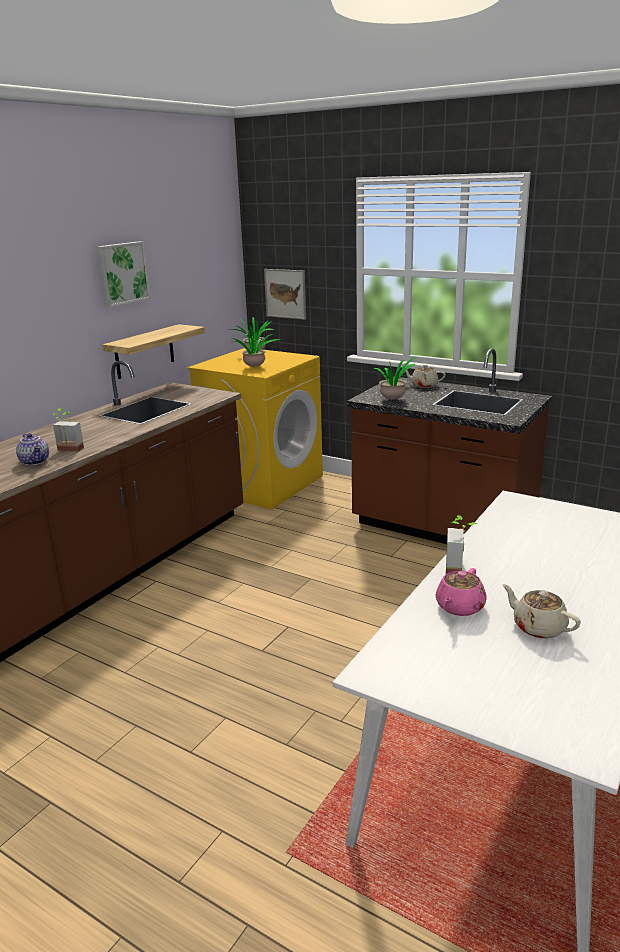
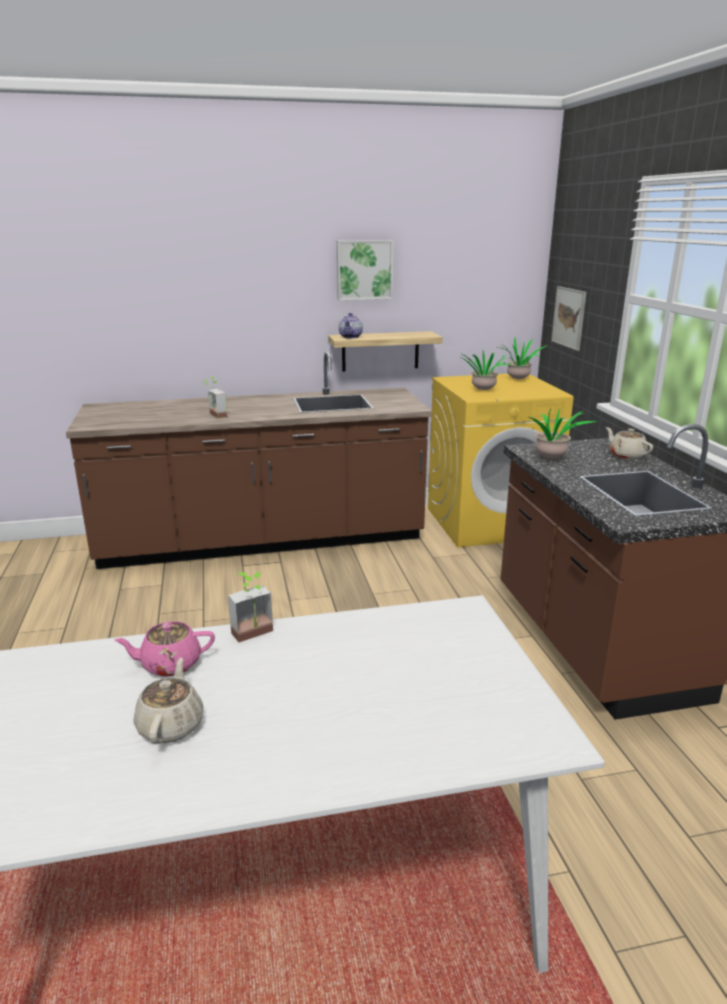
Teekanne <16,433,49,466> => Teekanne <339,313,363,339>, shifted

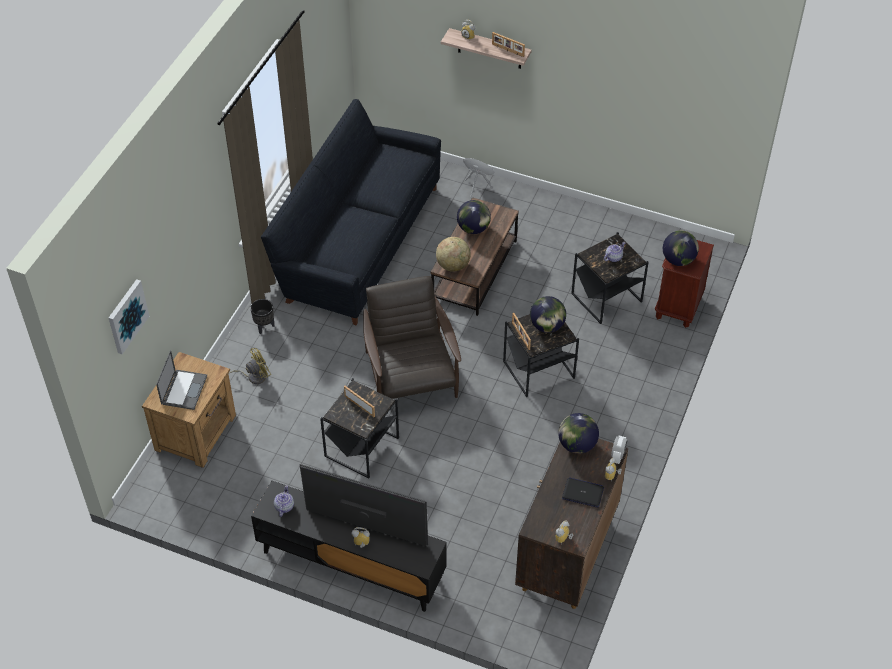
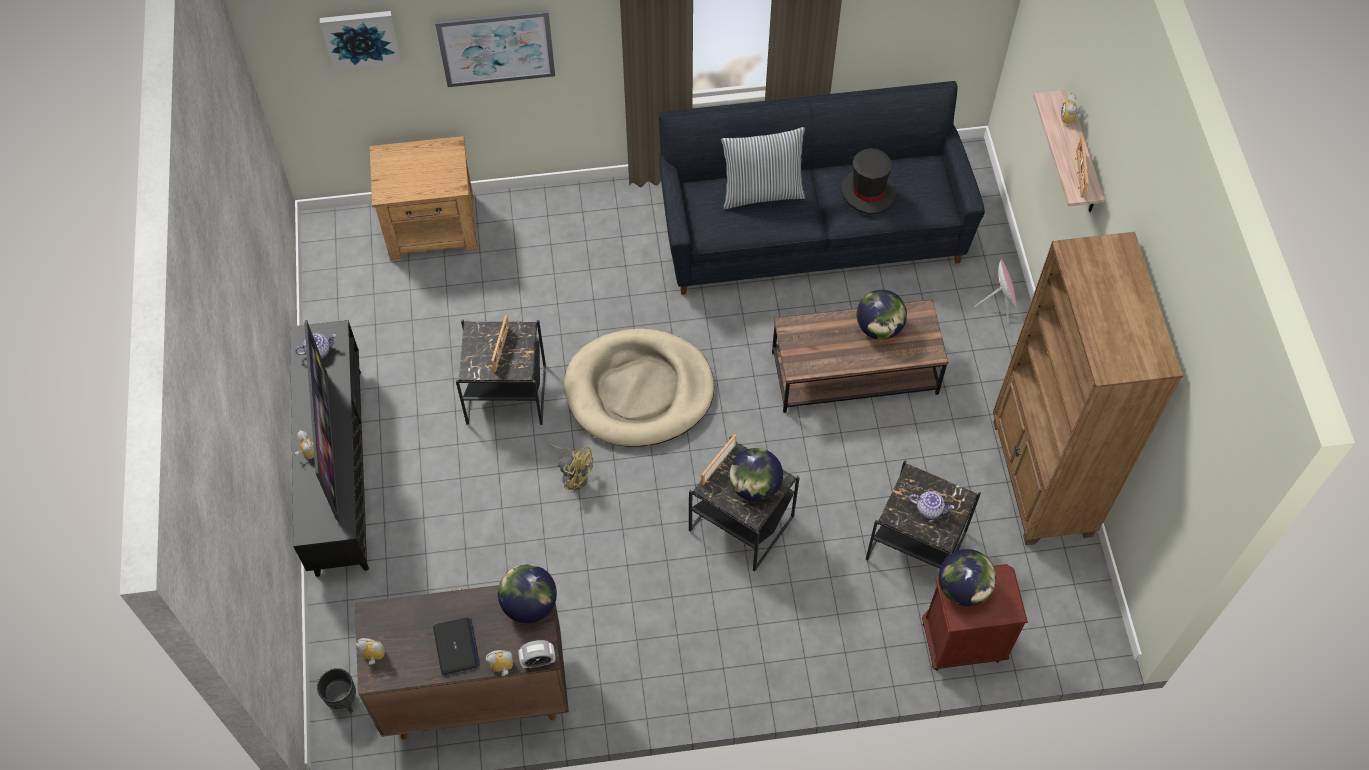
Laptop <156,350,207,410> => nothing
Globus <436,237,471,272> => nothing
nothing => Bild <435,10,555,87>
nothing => Kissen <721,127,805,209>
nothing => Hut [schwarz] <841,148,897,215>
nothing => Bücherregal [braun] <993,232,1183,545>
Ventilator [gelb] <228,348,271,384> => Ventilator [gelb] <549,441,593,493>, shifted
Pflanzkübel [schwarz] <250,299,274,334> => Pflanzkübel [schwarz] <317,668,356,713>, shifted
Sessel [braun] <363,276,461,399> => Hundebett [beige] <564,329,714,447>

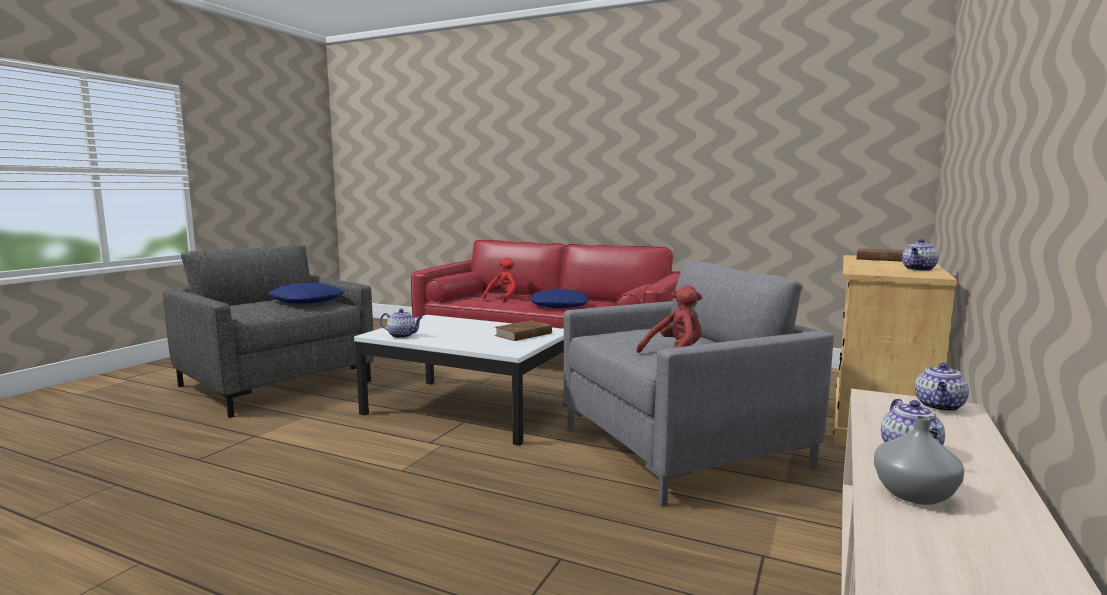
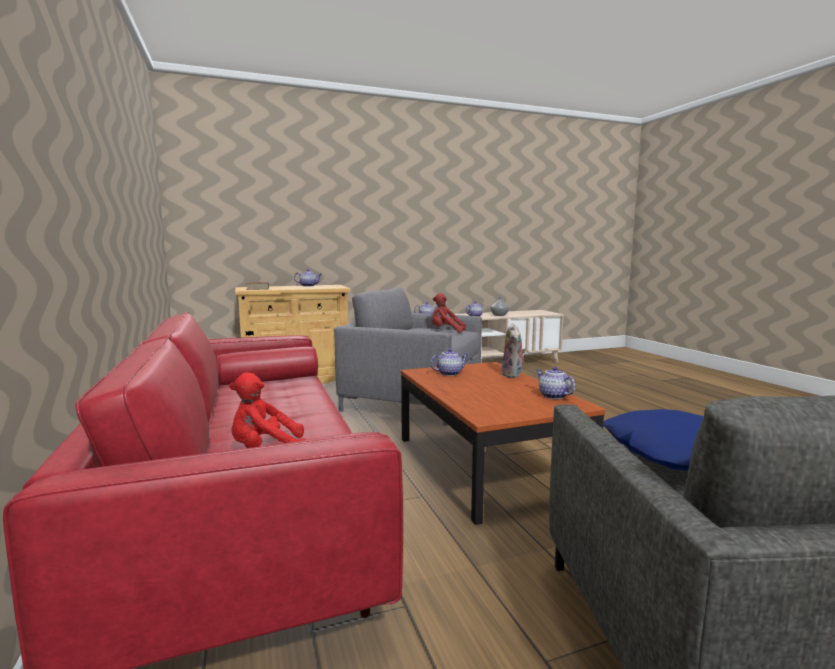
Kissen [blau] <531,289,588,308> => nothing
nothing => Plüschtier <501,323,526,378>
Buch [braun] <495,320,553,341> => Teekanne <430,349,468,376>
Couchtisch [weiß] <354,315,566,446> => Couchtisch [braun] <401,362,605,525>

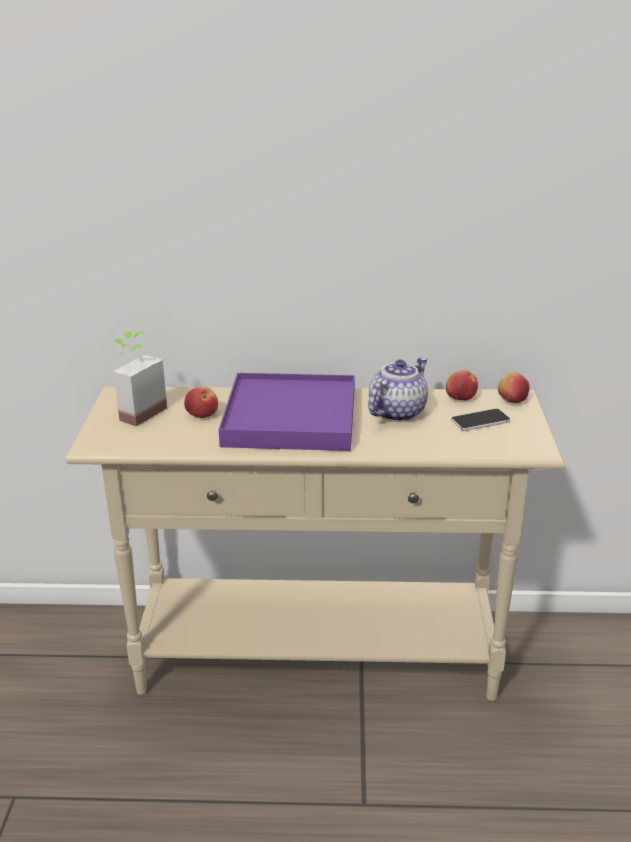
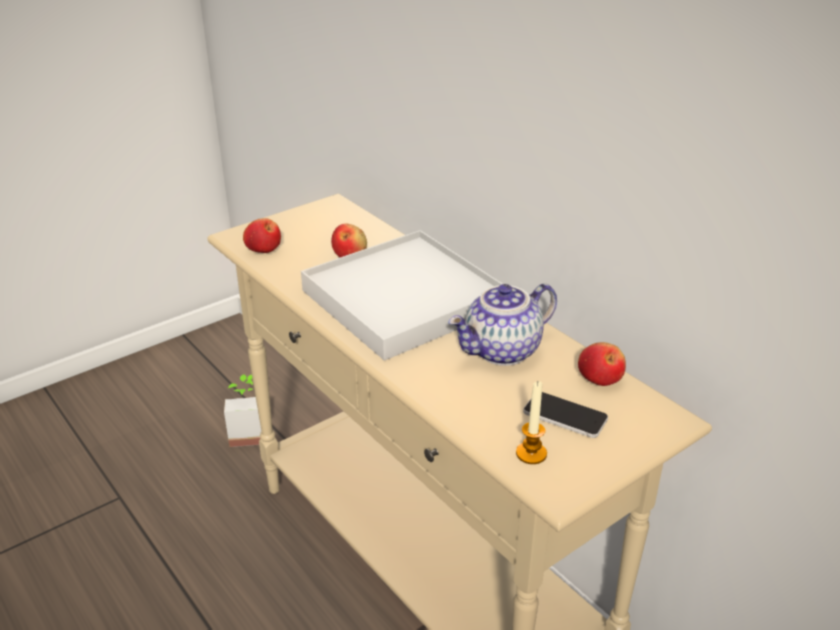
nothing => Kerze <516,381,547,464>
Topfpflanze <113,331,167,427> => Topfpflanze <224,374,261,447>, shifted
Apfel <498,372,530,403> => Apfel <243,218,281,253>, shifted
Tablett [lila] <219,373,355,451> => Tablett [weiß] <301,230,503,361>
Teekanne <368,358,428,422> => Teekanne <448,283,557,366>, 150 degrees clockwise

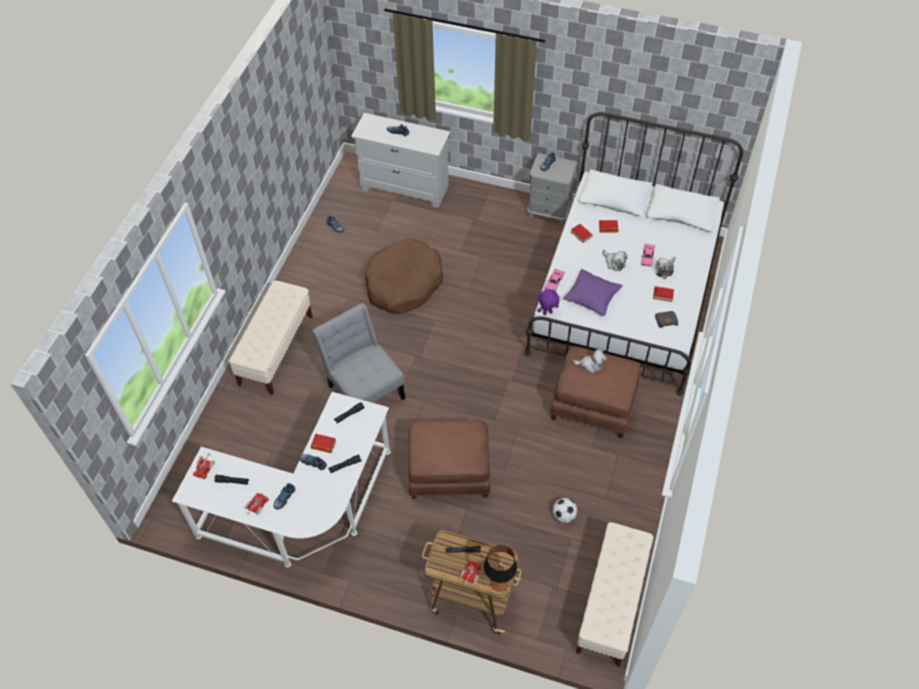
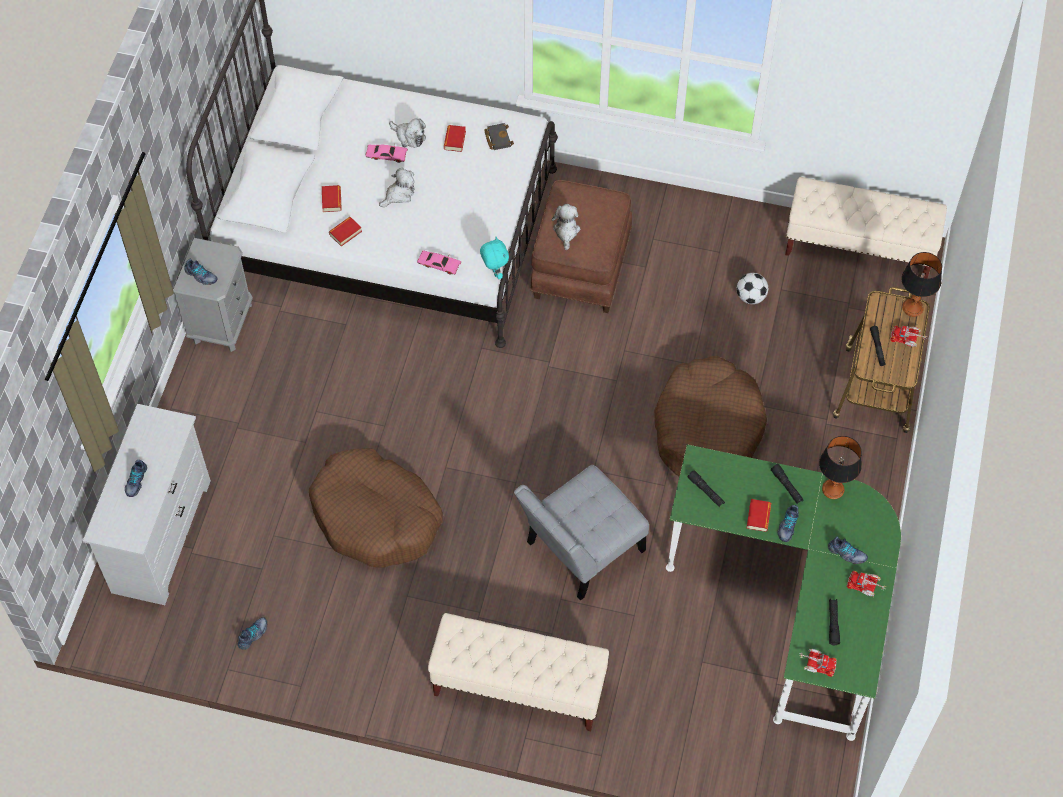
Kissen [lila] <563,269,623,316> => nothing
nothing => Tischlampe <819,436,862,499>
Polsterhocker [braun] <409,420,491,499> => Hundebett [braun] <654,356,767,476>
Schreibtisch [weiß] <172,392,391,567> => Schreibtisch [grün] <666,444,901,741>
Plüschtier [lila] <537,289,560,315> => Plüschtier [türkis] <480,237,509,279>

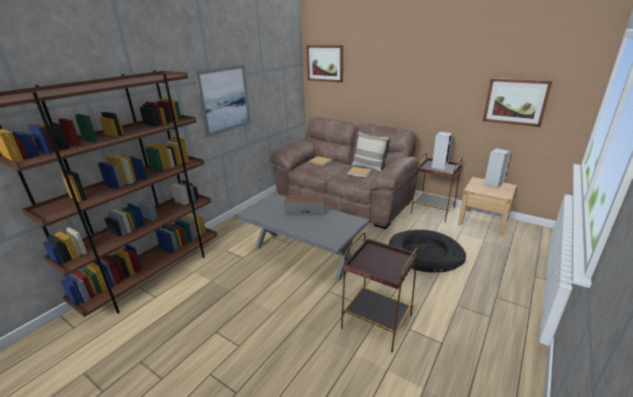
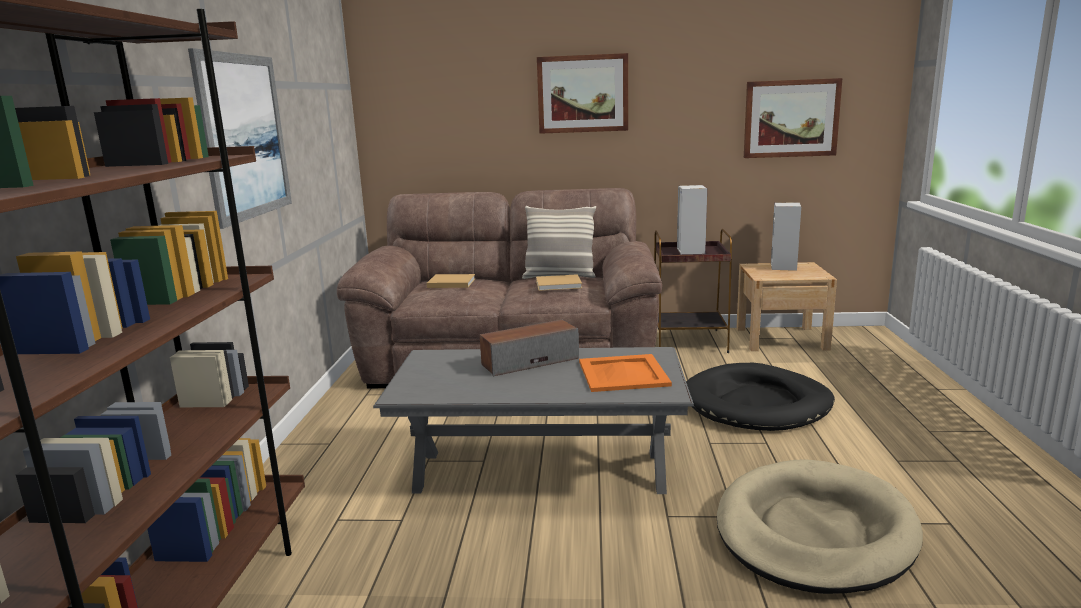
nothing => Tablett [orange] <579,354,672,392>
Bild <307,45,343,83> => Bild <537,53,628,134>, shifted
Beistelltisch [braun] <341,232,418,352> => Hundebett [beige] <717,459,923,594>

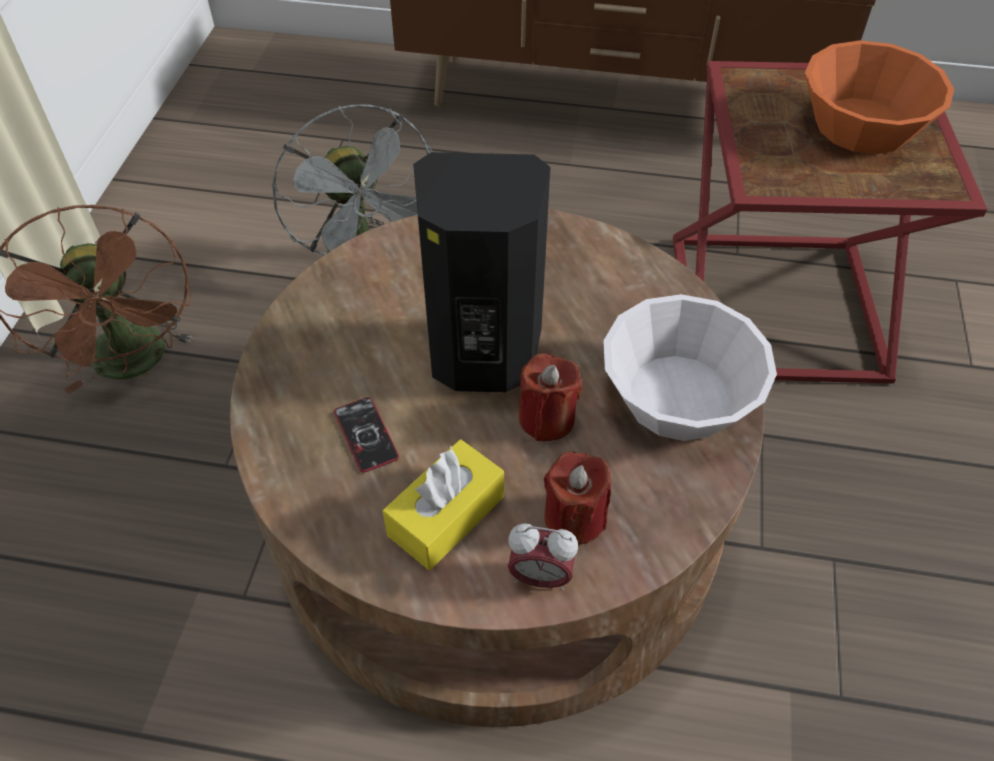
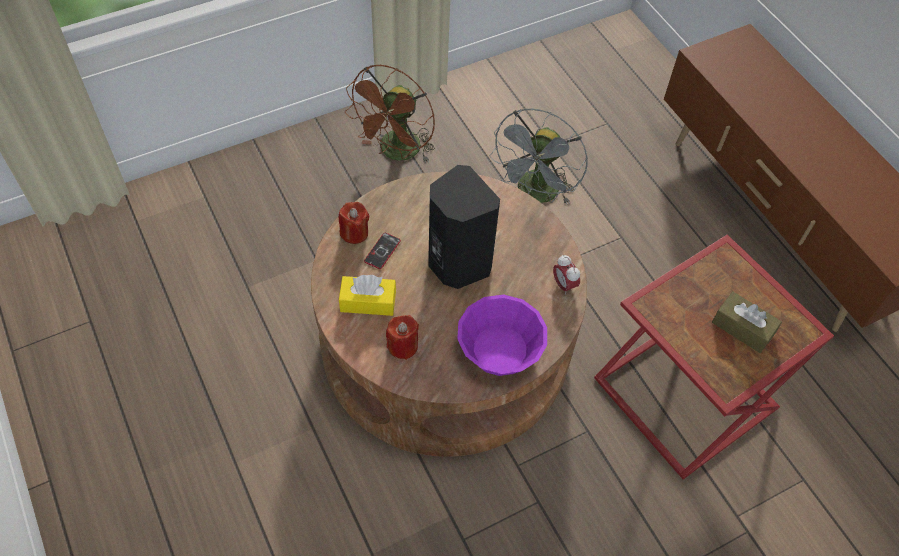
Wecker <508,523,578,591> => Wecker <553,255,580,295>, shifted
Kerze [rot] <519,353,582,441> => Kerze [rot] <339,202,370,244>, shifted
Schüssel [orange] <805,40,954,154> => Taschentuchbox [braun] <712,291,782,353>
Schüssel [weiß] <603,294,777,441> => Schüssel [lila] <457,295,547,376>

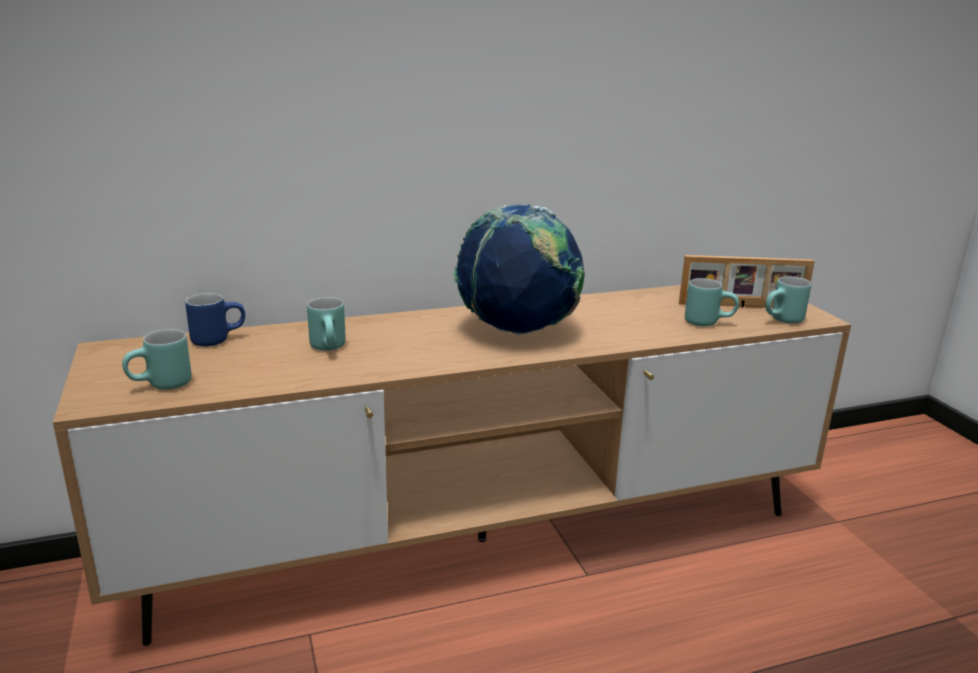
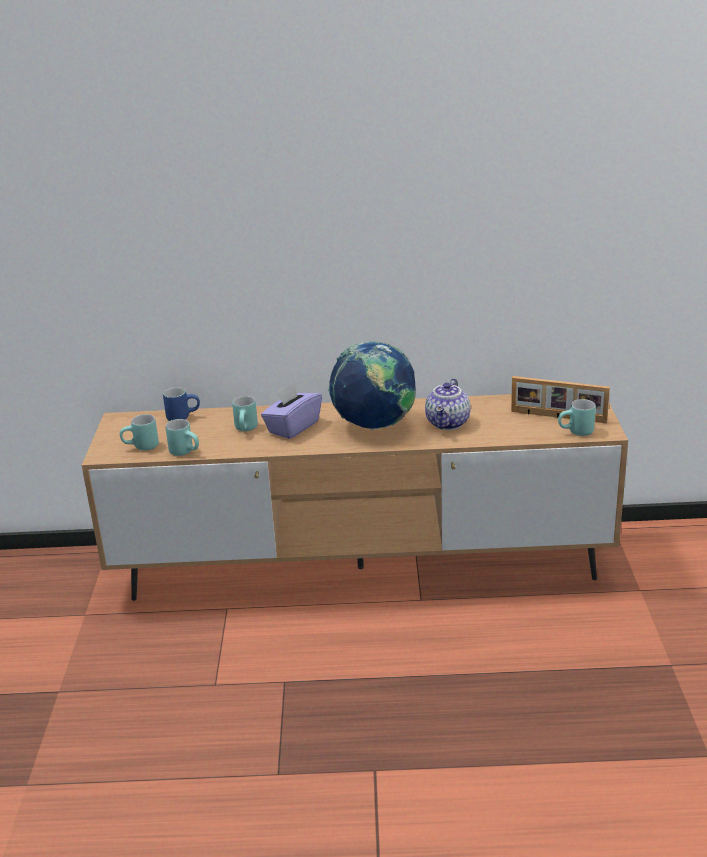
nothing => Taschentuchbox [lila] <261,382,322,439>
nothing => Teekanne <425,378,470,430>
Henkelbecher [türkis] <685,278,739,326> => Henkelbecher [türkis] <165,419,199,456>, shifted

